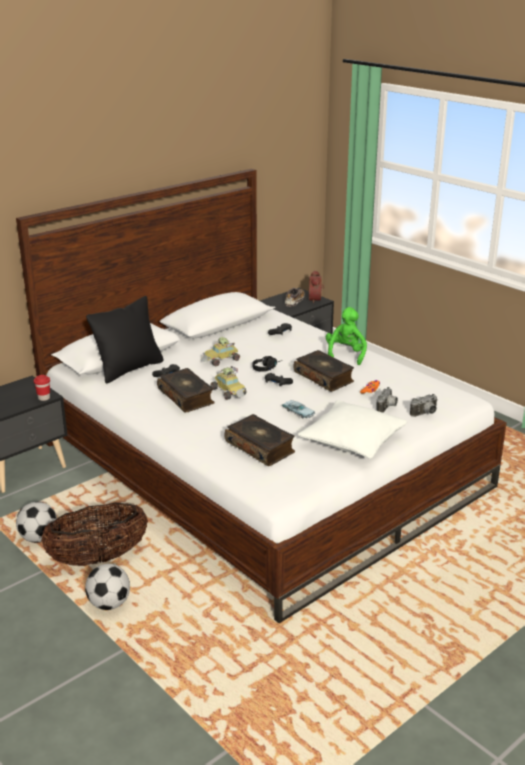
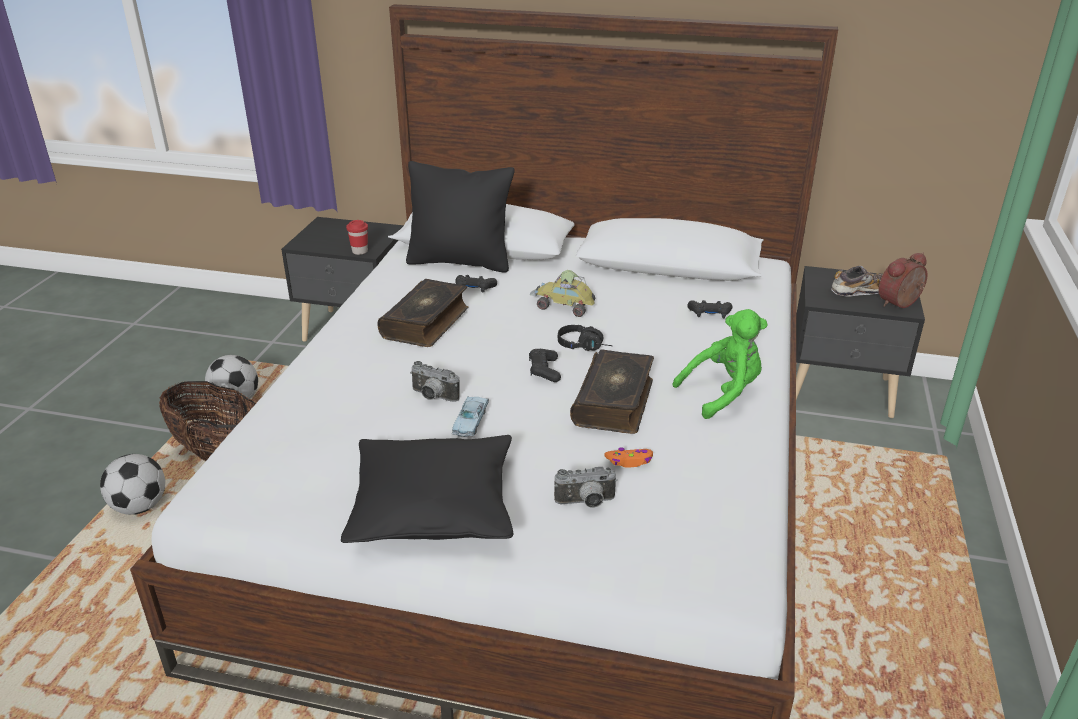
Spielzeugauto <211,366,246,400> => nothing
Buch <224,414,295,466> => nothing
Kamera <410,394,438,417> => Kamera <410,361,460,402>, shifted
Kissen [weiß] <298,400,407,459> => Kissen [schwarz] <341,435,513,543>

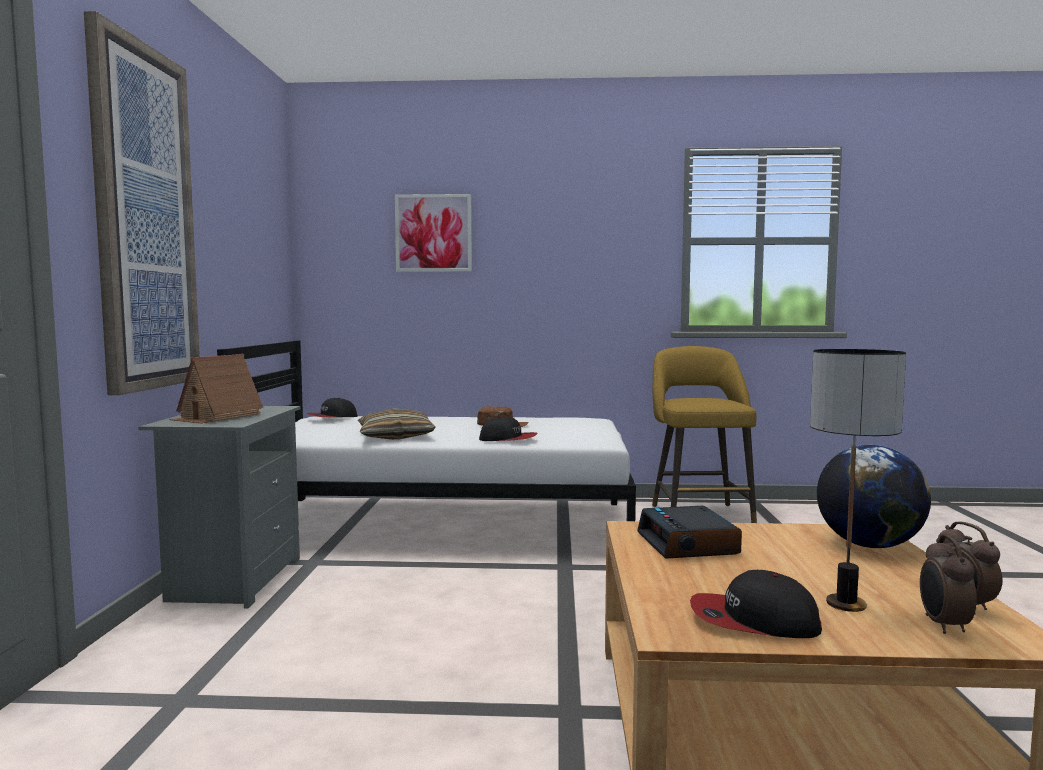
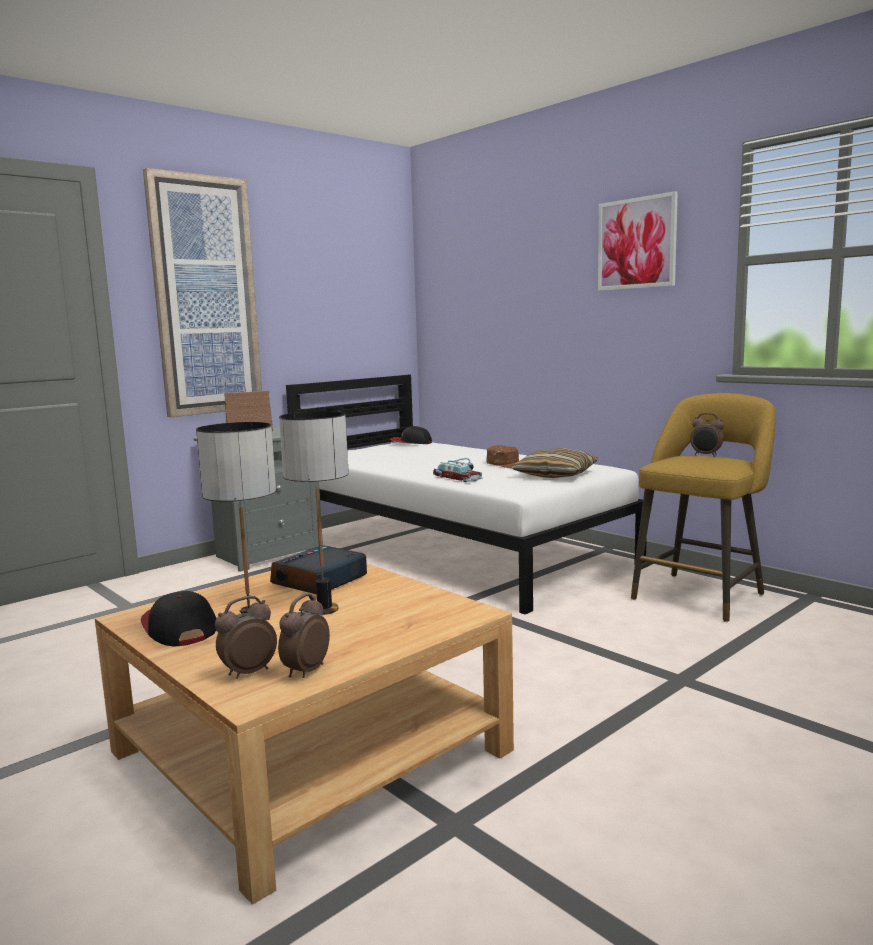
Globus <817,445,931,548> => nothing
nothing => Tischlampe <279,411,349,615>
nothing => Wecker <690,413,724,457>
Kissen <358,408,436,440> => Kissen <511,448,598,478>, shifted
Bild <395,194,472,272> => Bild <598,191,678,291>, shifted
Kappe <479,416,537,441> => Spielzeugauto <433,458,482,482>

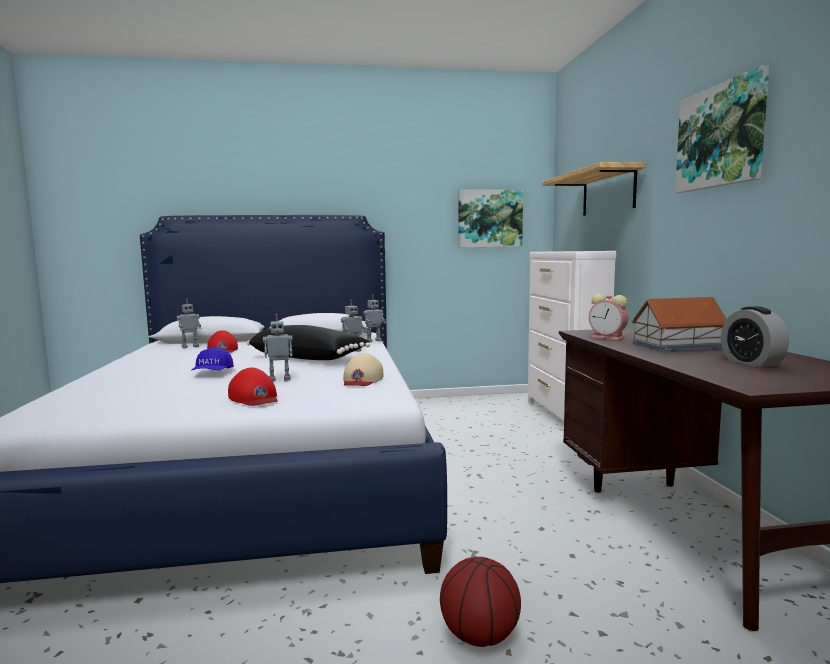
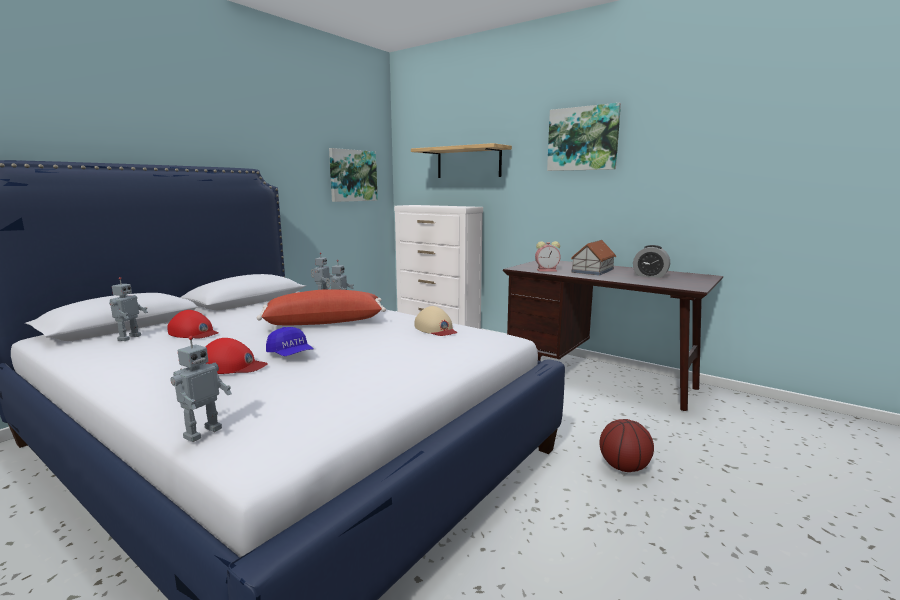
Kappe [rot] <228,368,278,406> => Kappe [rot] <206,338,268,374>, shifted
Spielzeugroboter <263,314,293,381> => Spielzeugroboter <170,336,232,442>, shifted
Kissen [schwarz] <247,325,370,360> => Kissen [rot] <256,289,386,325>

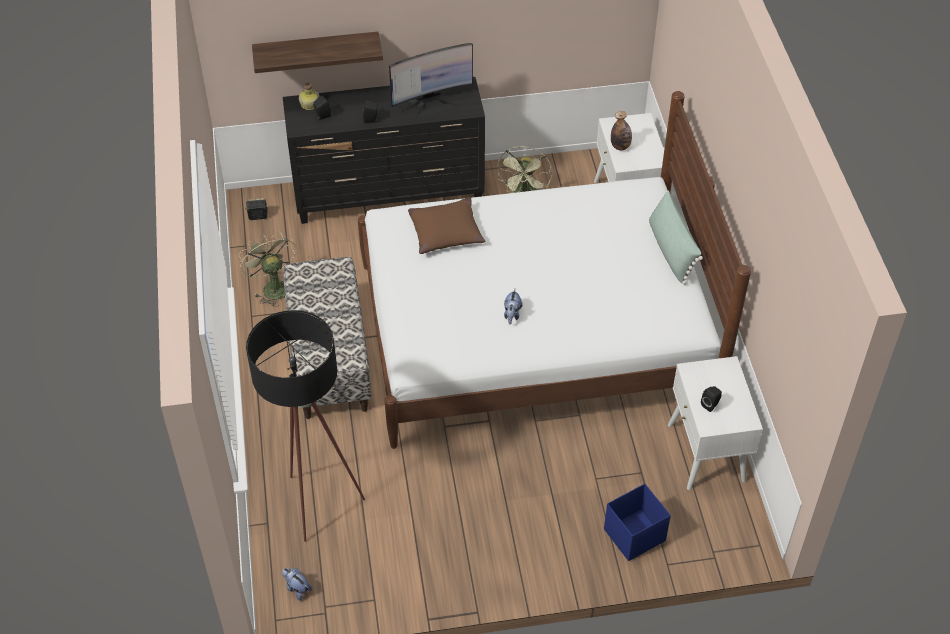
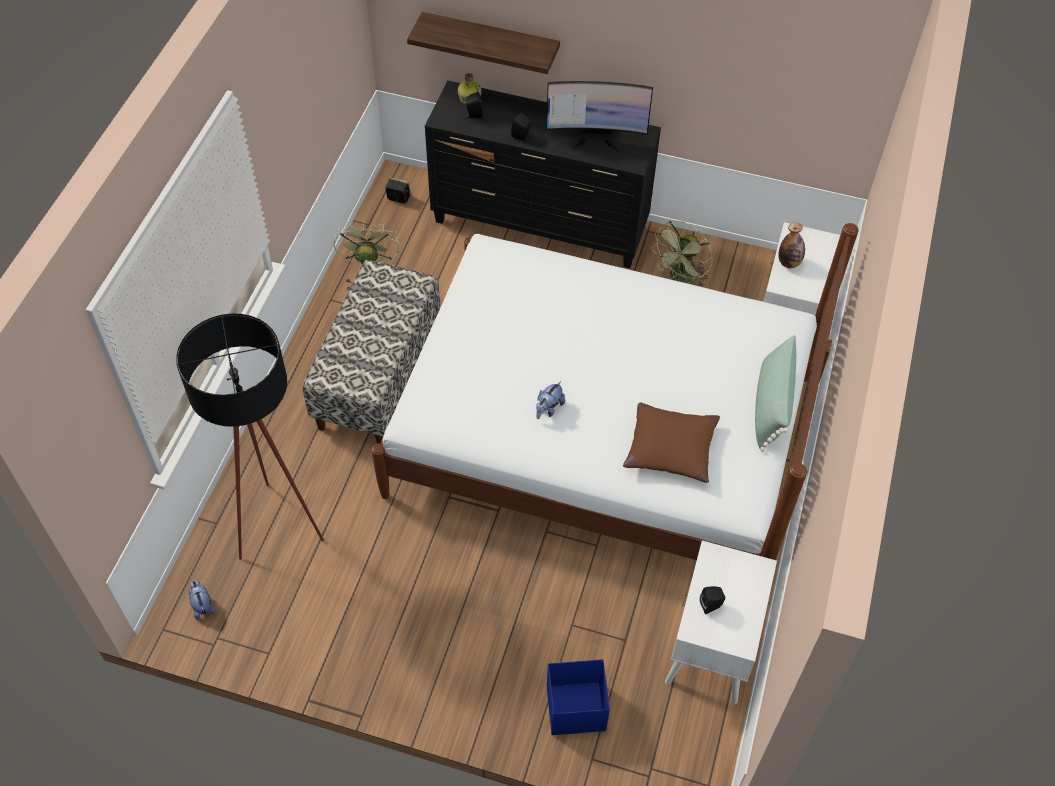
Kissen [braun] <408,197,485,254> => Kissen [braun] <623,403,720,483>, shifted

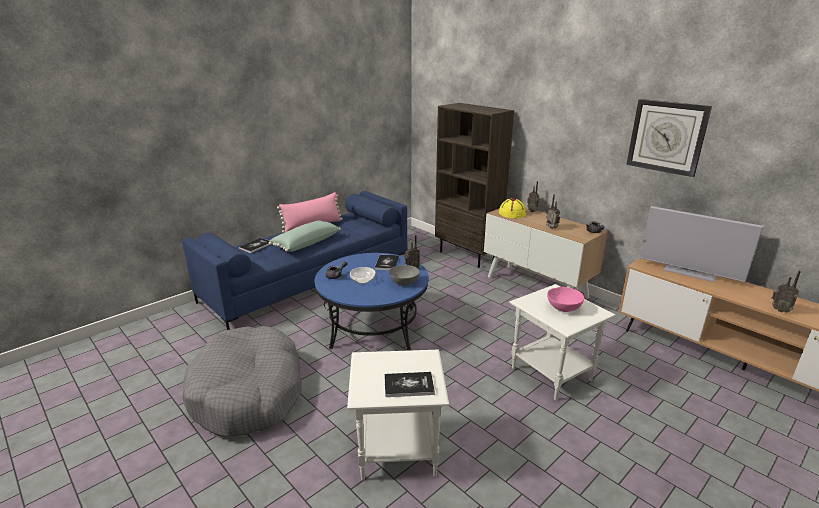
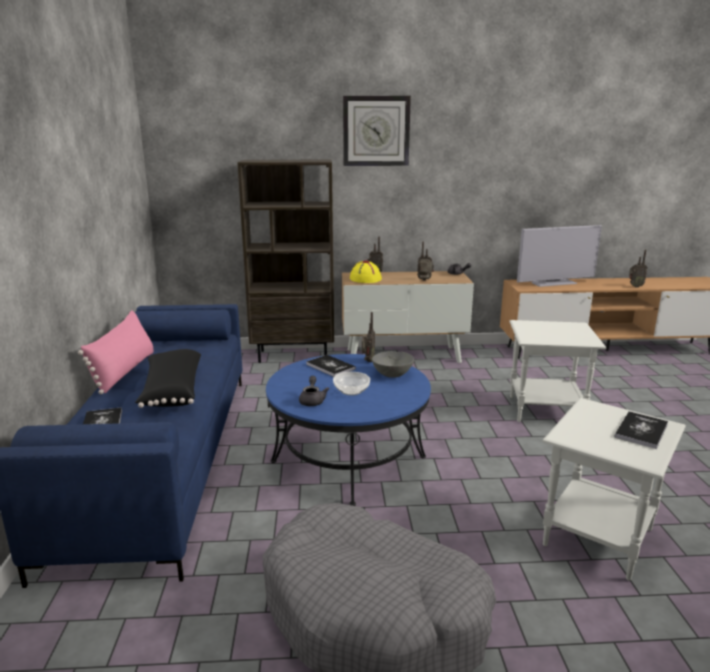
Schüssel [rosa] <547,287,584,312> => nothing
Wanduhr <626,99,712,177> => Wanduhr <343,96,411,166>, shifted
Kissen [grün] <269,220,341,252> => Kissen [schwarz] <135,349,201,408>

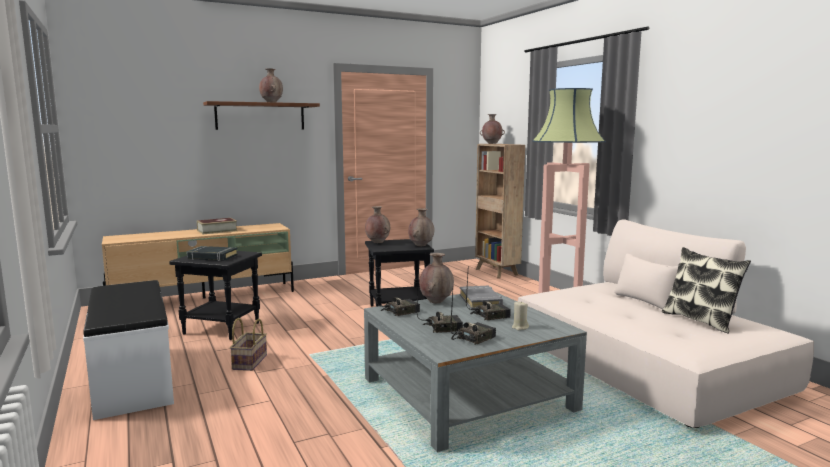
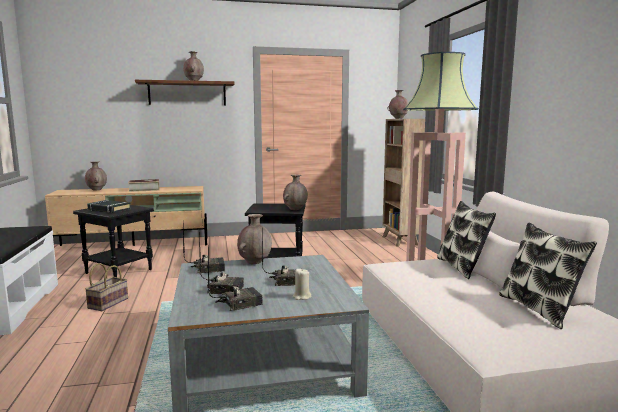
Buch [grau] <460,286,503,309> => nothing
nothing => Kissen <437,201,496,279>
Vase [braun] <365,206,390,243> => Vase [braun] <85,161,107,190>, shifted

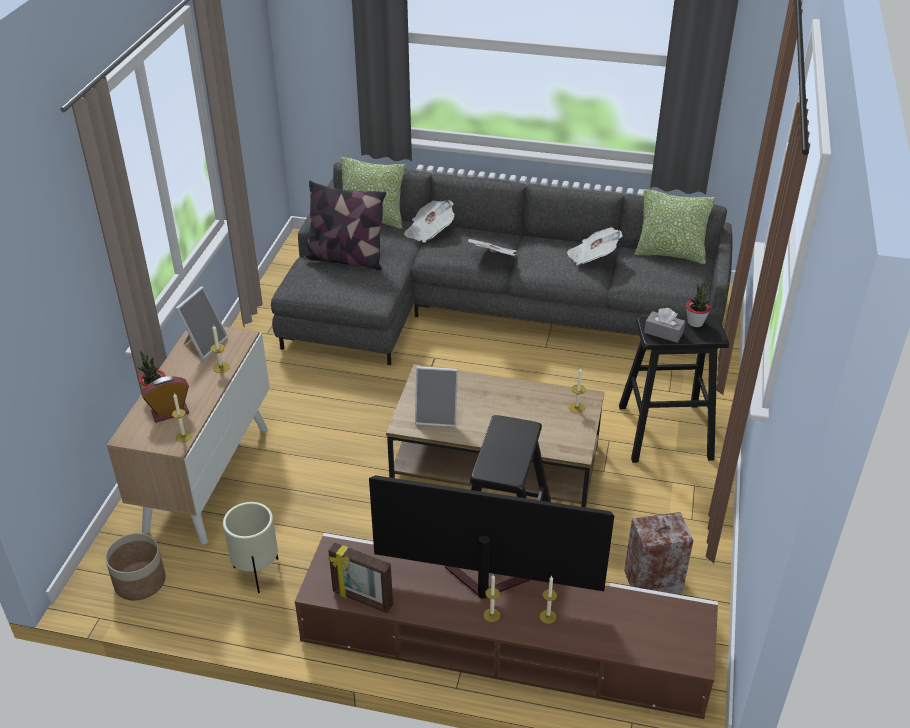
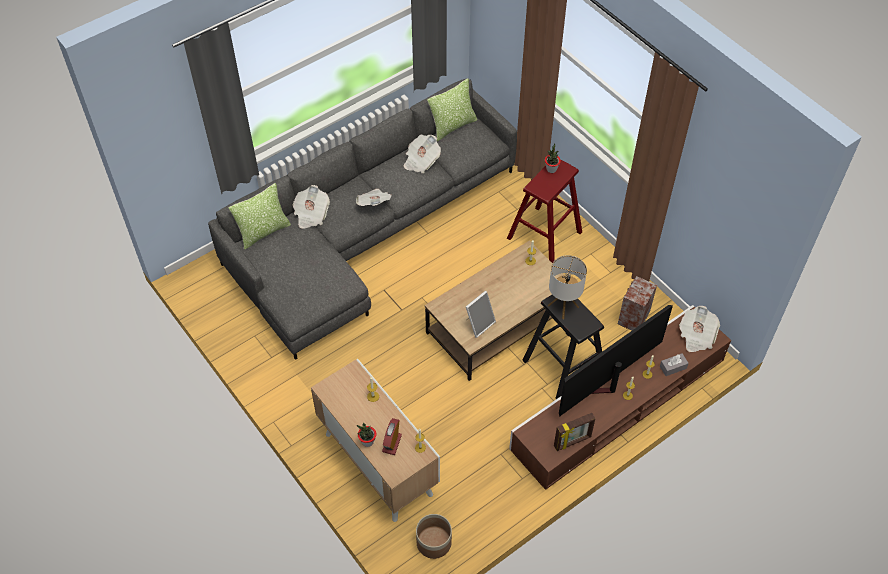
Bilderrahmen <175,286,228,360> => nothing
Pflanzkübel [beige] <223,502,278,593> => nothing
Kissen <304,181,386,270> => nothing
nothing => Tischlampe <548,255,587,319>
nothing => Zeitung <679,306,720,352>
Taschentuchbox [grau] <644,308,685,343> => Taschentuchbox [grau] <660,353,689,376>, shifted
Hocker [schwarz] <619,315,729,463> => Hocker [rot] <507,160,582,263>

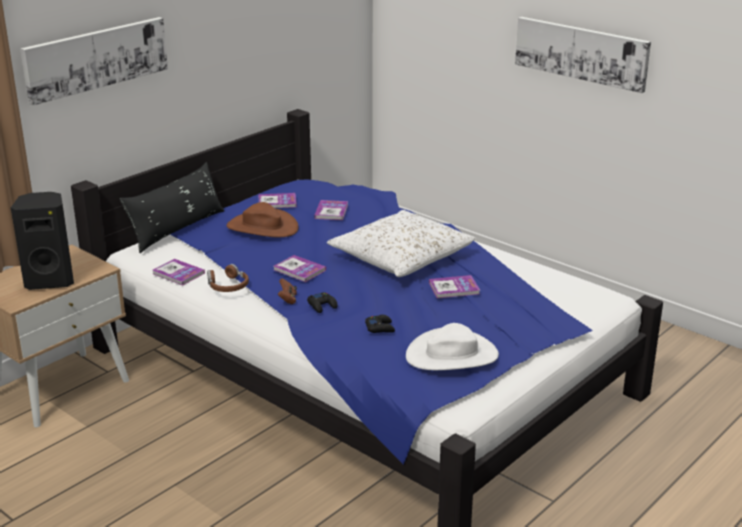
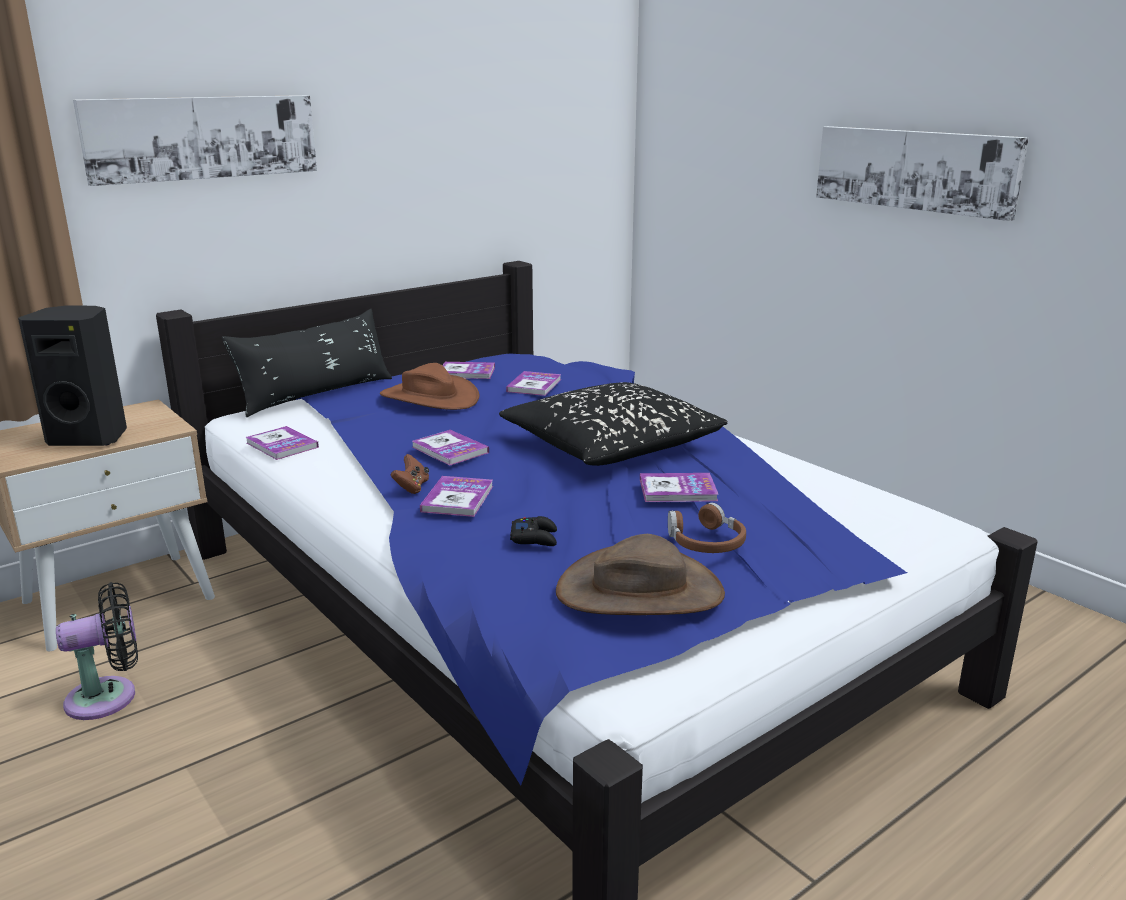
nothing => Ventilator [schwarz] <56,582,138,720>
Kopfhörer [braun] <207,264,249,292> => Kopfhörer [braun] <668,503,746,553>, shifted
Gamepad [schwarz] <307,292,338,313> => Buch <420,476,493,517>
Kissen [weiß] <327,210,476,277> => Kissen [schwarz] <499,382,728,466>
Hut [weiß] <406,323,499,370> => Hut [braun] <556,534,725,615>

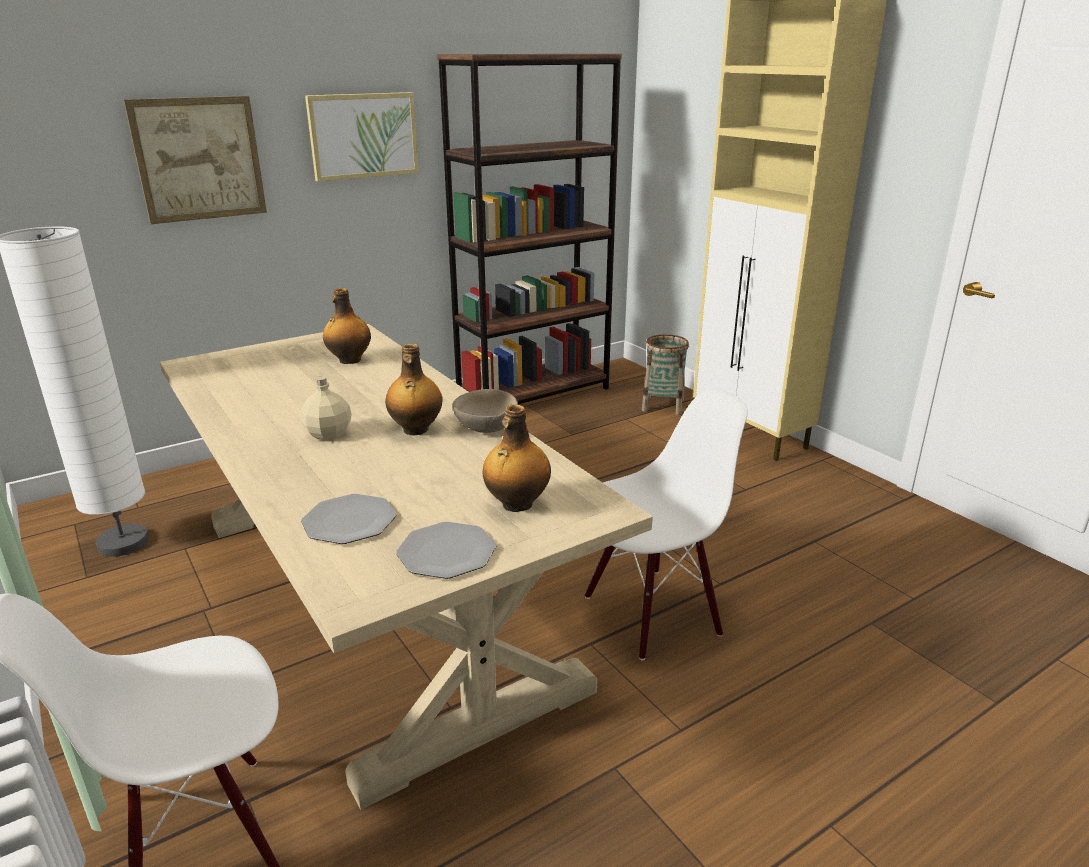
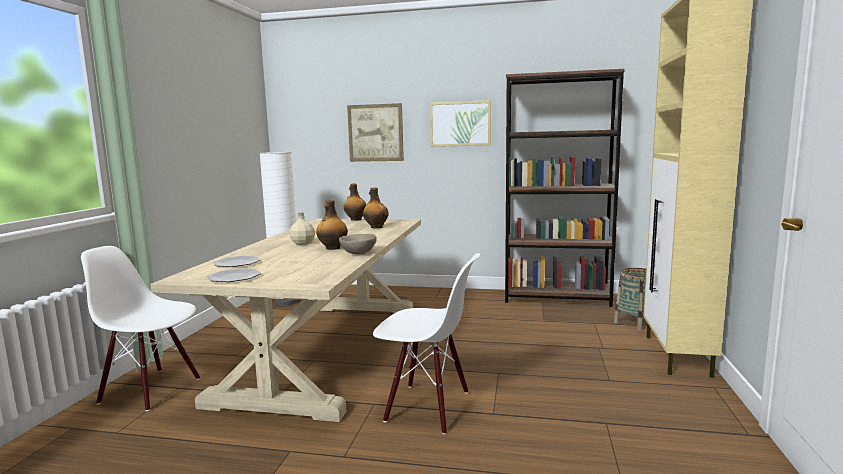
Flasche <482,404,551,512> => Flasche <344,184,366,221>, shifted

